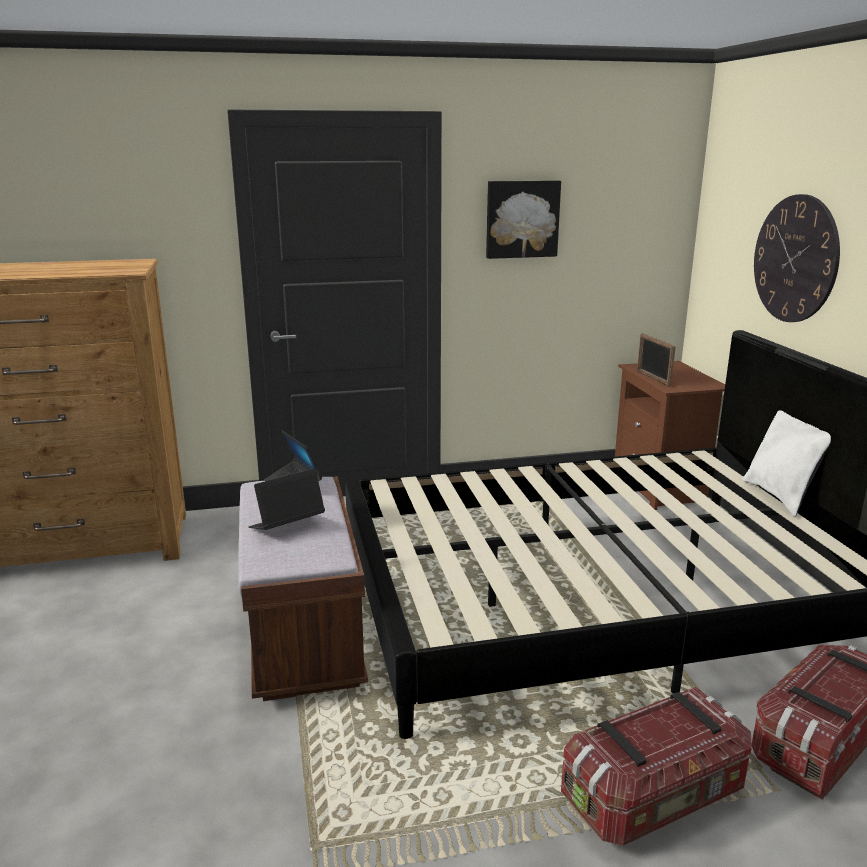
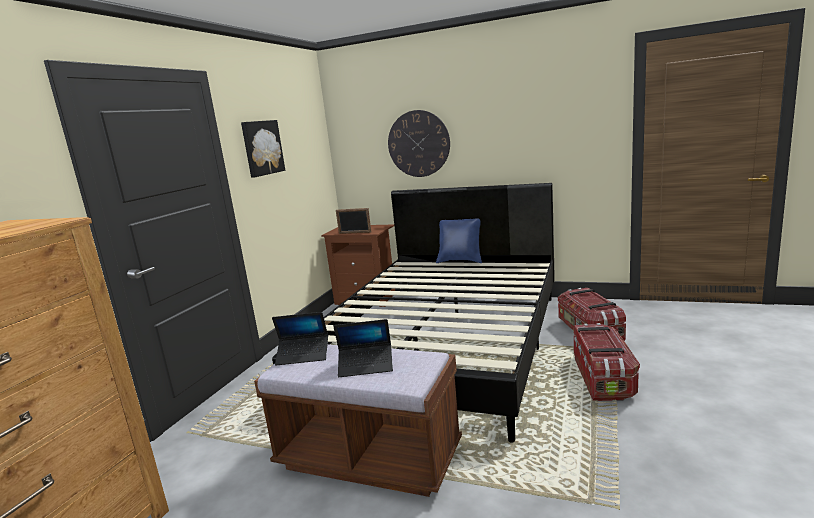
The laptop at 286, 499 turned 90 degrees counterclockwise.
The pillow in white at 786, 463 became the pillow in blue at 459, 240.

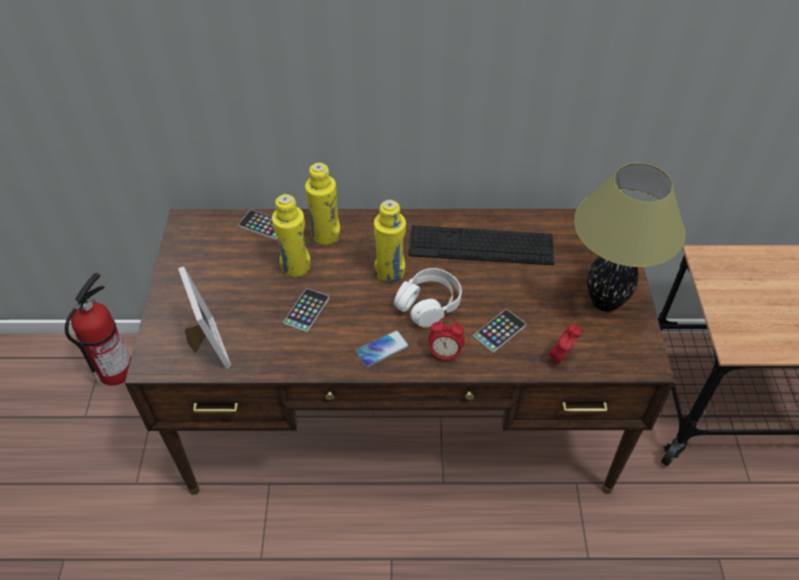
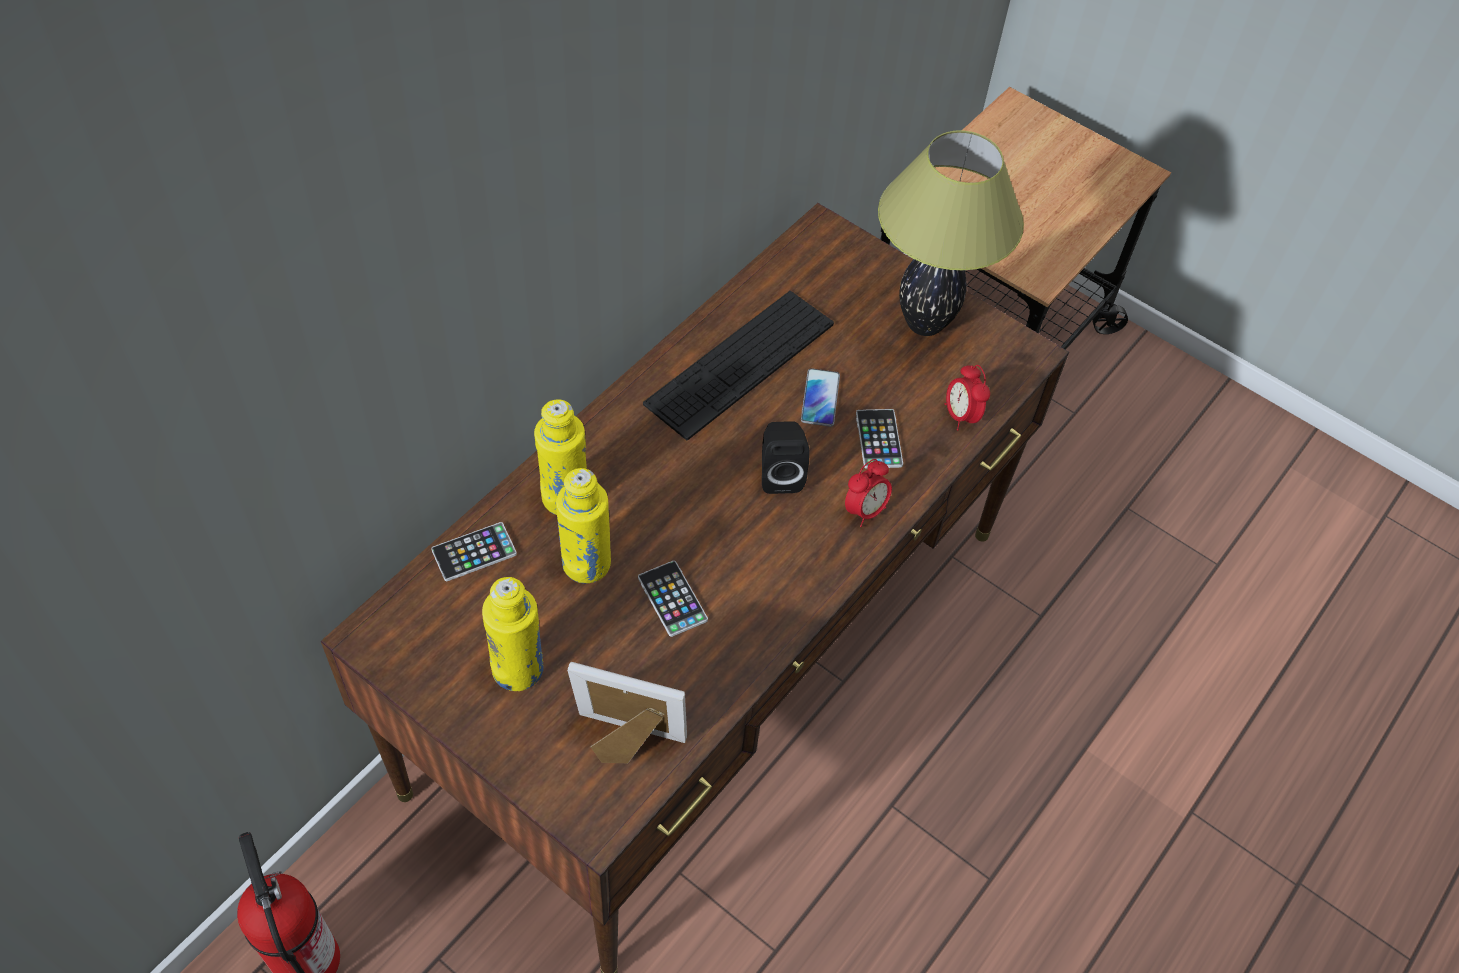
The bottle in yellow moved from 390, 241 to 512, 634.
The headphones in white at 428, 298 was replaced by the speaker in black at 786, 457.
The phone moved from 382, 349 to 820, 397.

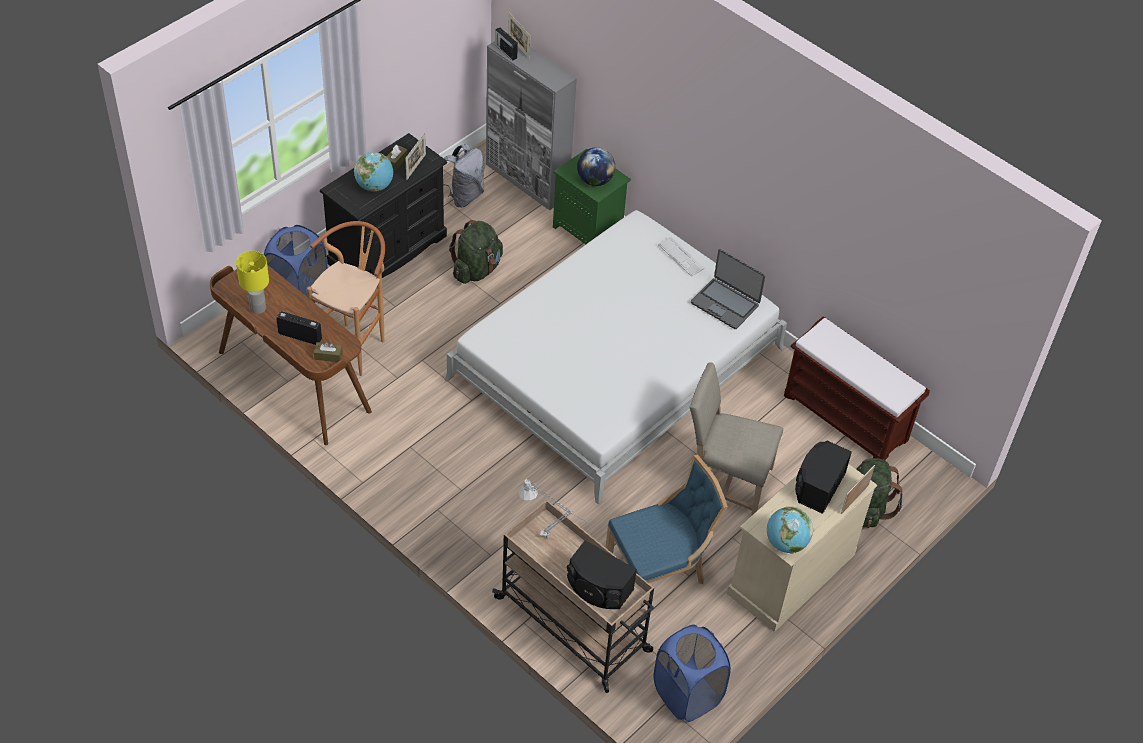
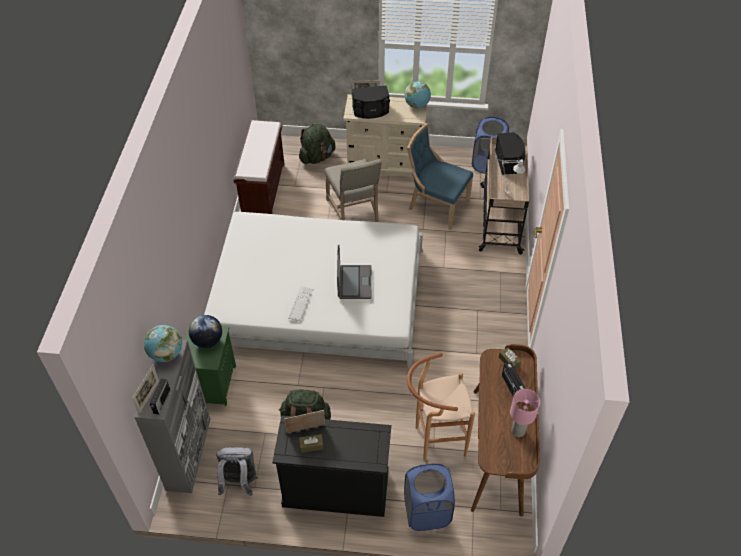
The globe moved from 373, 172 to 163, 343.
The keyboard moved from 681, 257 to 300, 303.
The laptop moved from 728, 289 to 354, 272.
The table lamp in yellow at 252, 282 became the table lamp in pink at 525, 413.

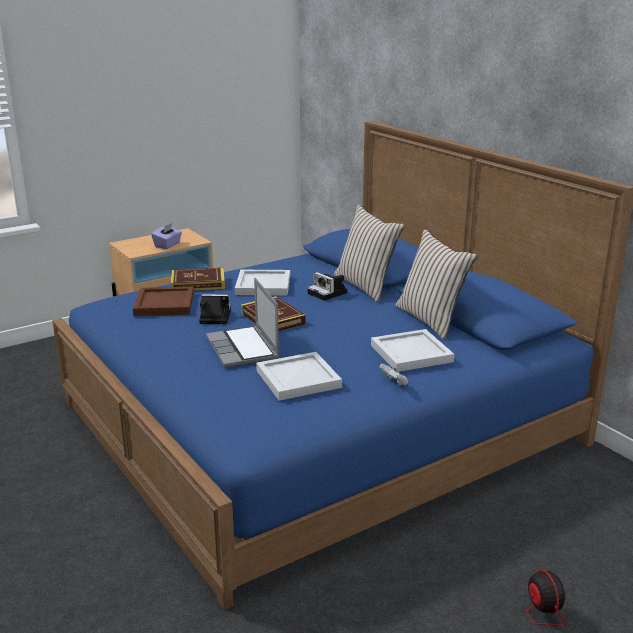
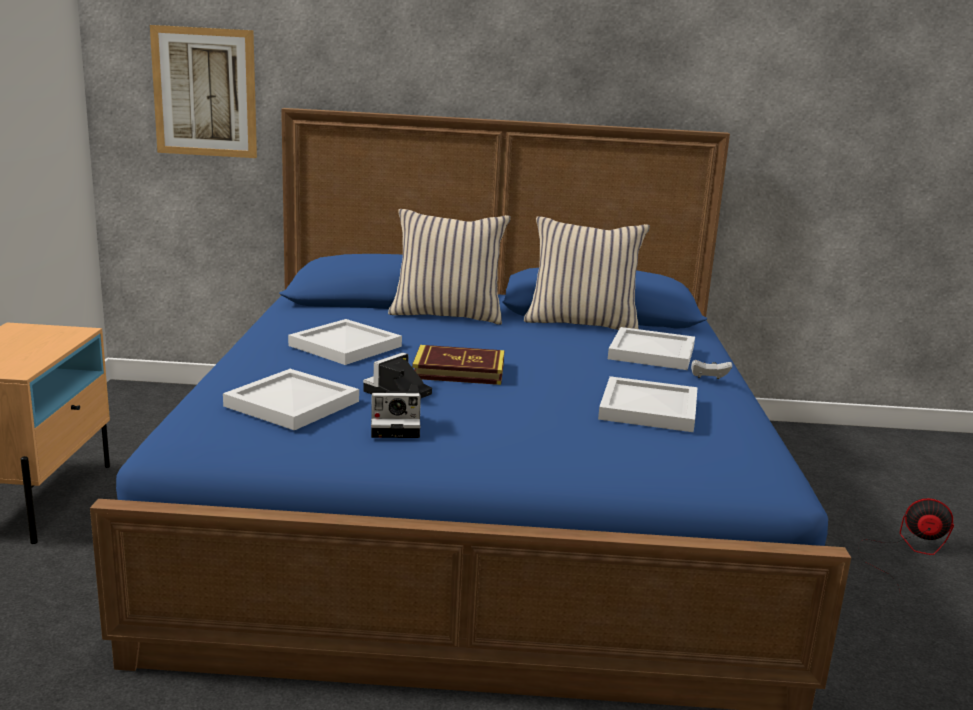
The picture at 203, 91 appeared.
The tray in brown at 163, 301 became the tray in white at 291, 399.
The photo camera moved from 328, 286 to 396, 411.
The tissue box in purple at 166, 236 disappeared.
The book at 198, 279 disappeared.
The laptop at 242, 323 disappeared.

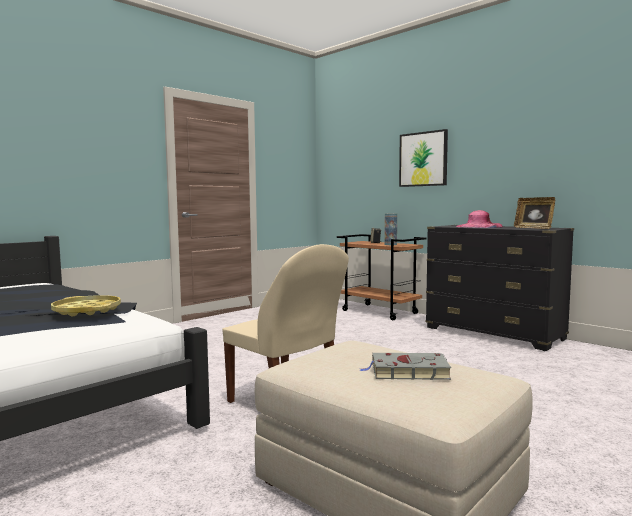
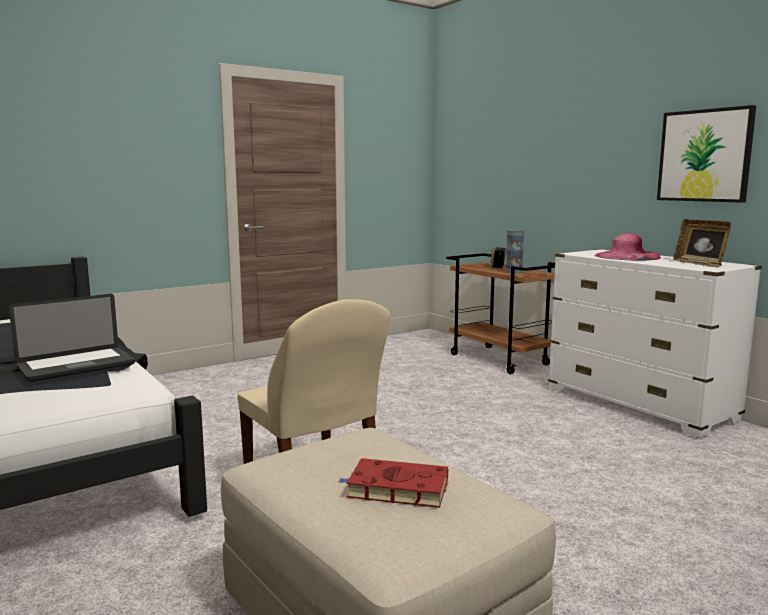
The tray in yellow at 86, 305 was replaced by the laptop at 72, 338.
The book in grey at 405, 366 became the book in red at 393, 483.
The dresser in black at 500, 288 became the dresser in white at 655, 343.
The picture moved from 423, 158 to 706, 154.

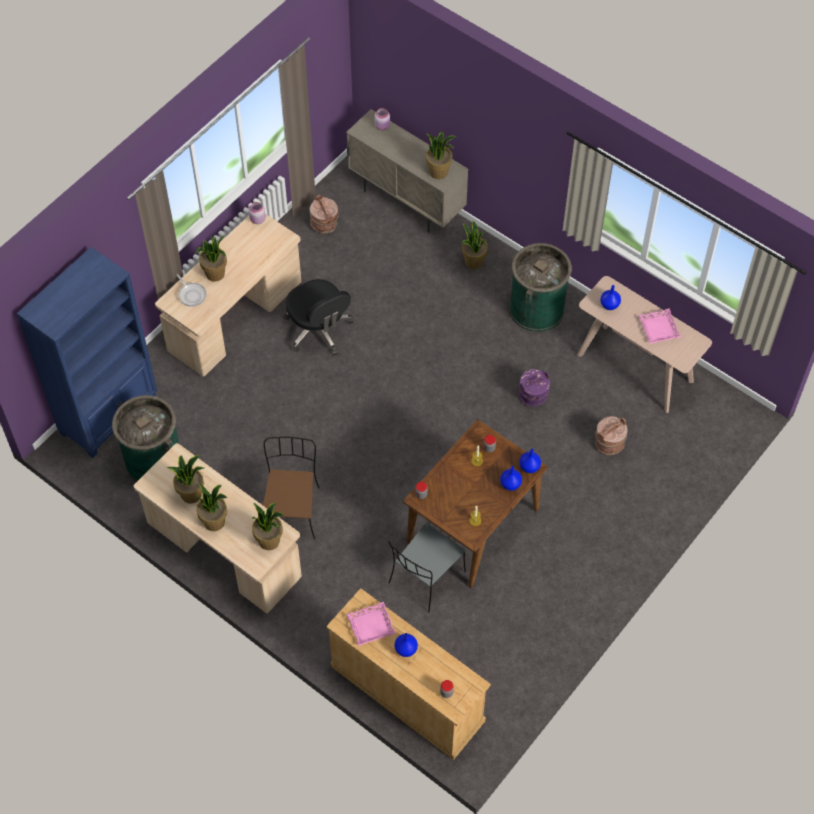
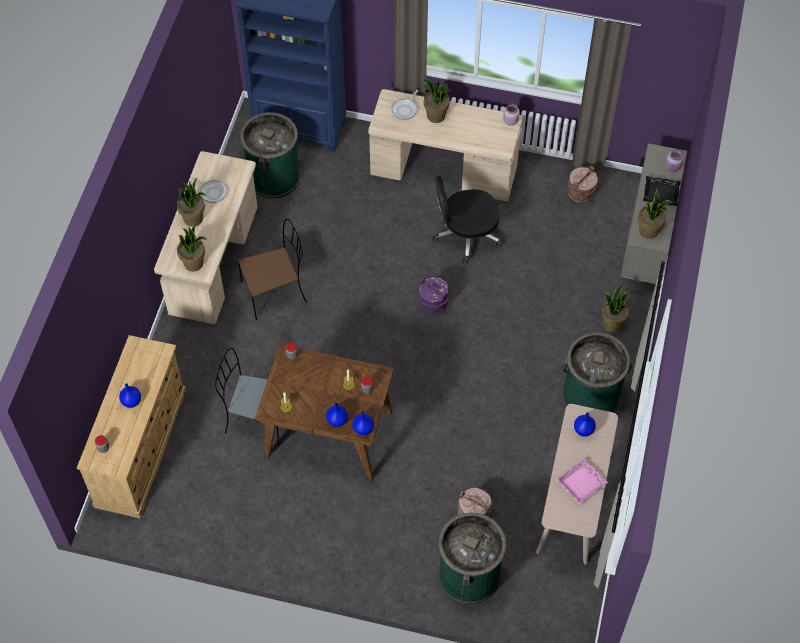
The potted plant at 185, 479 was replaced by the frying pan at 208, 191.
The bucket in purple moved from 534, 387 to 433, 295.
The office chair in black at 318, 317 turned 45 degrees clockwise.
The trash can in green at 472, 558 appeared.
The tray in black at 662, 191 appeared.
The tray in pink at 371, 624 disappeared.

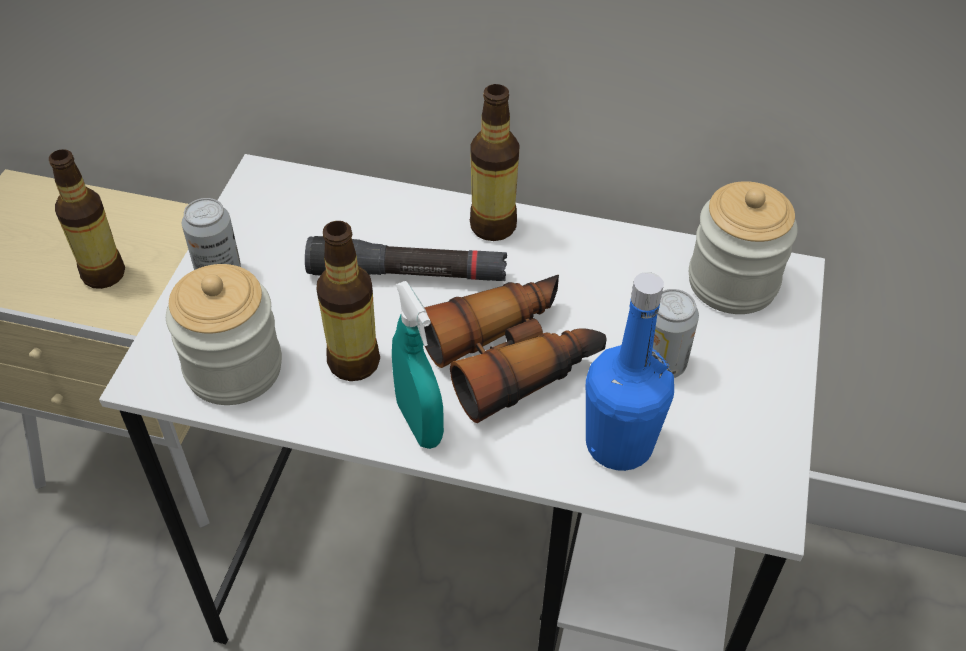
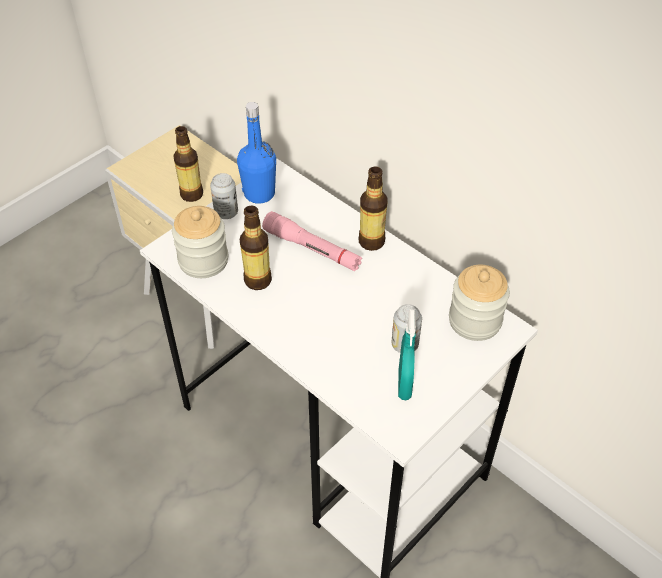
The bottle in blue moved from 630, 371 to 256, 153.
The flashlight in black at 406, 258 became the flashlight in pink at 312, 241.
The spray bottle in turquoise moved from 418, 365 to 407, 354.
The binoculars at 515, 349 disappeared.

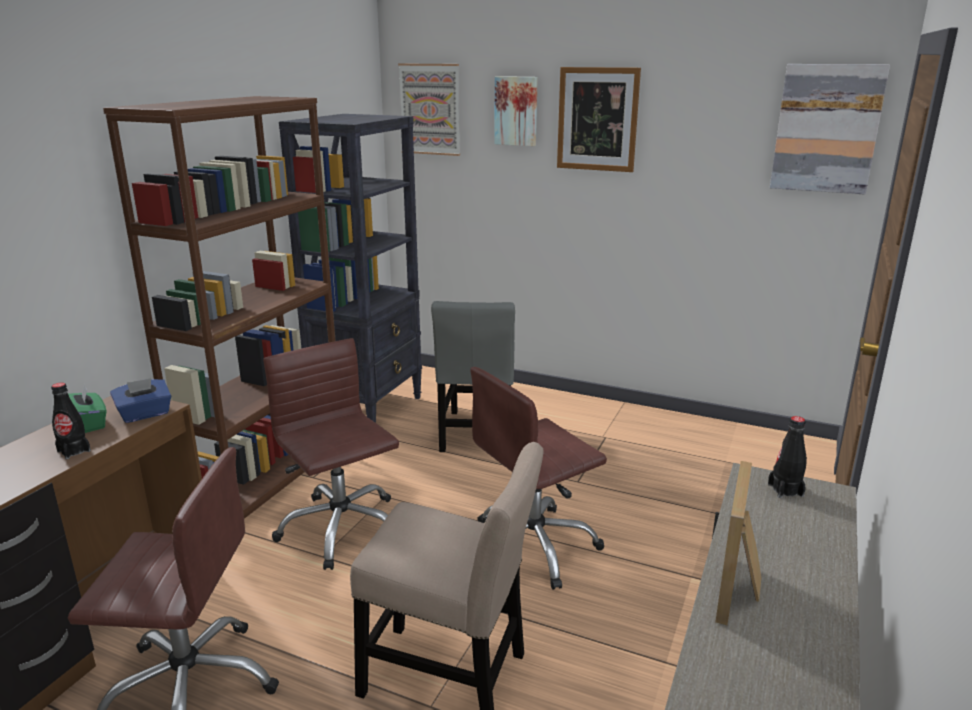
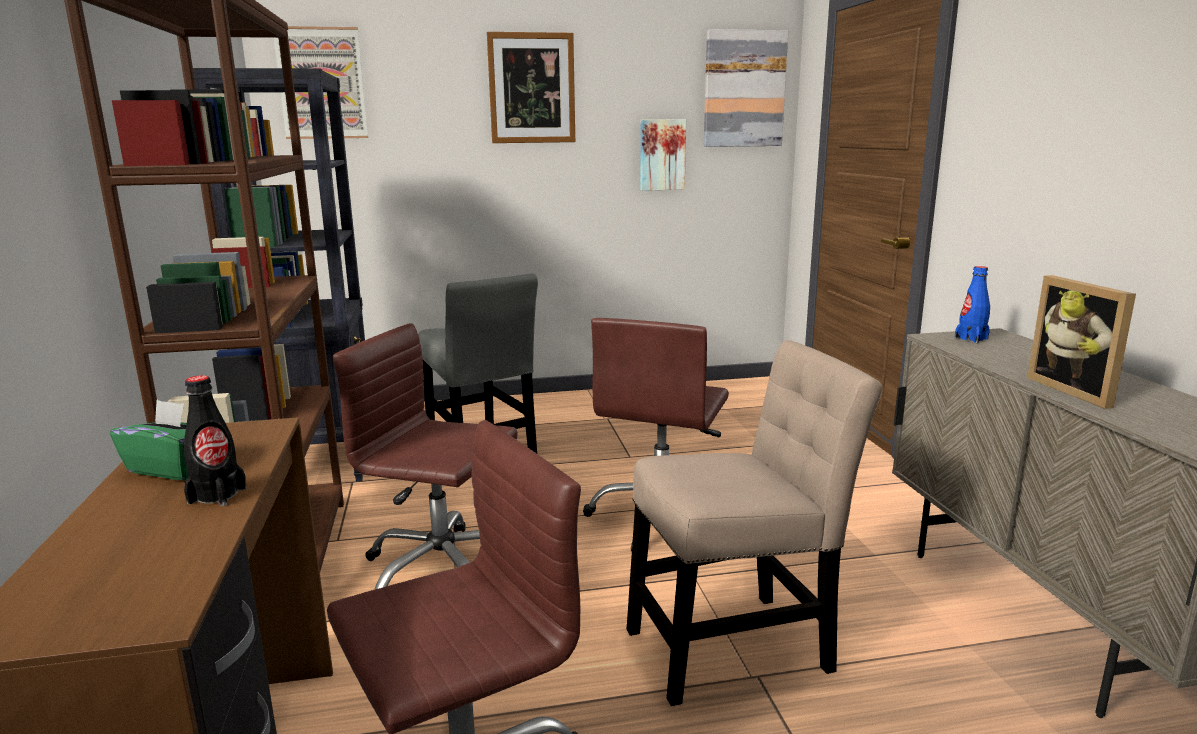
The picture moved from 516, 111 to 663, 155.
The bottle in black at 787, 457 became the bottle in blue at 972, 304.
The tissue box in blue at 140, 400 disappeared.

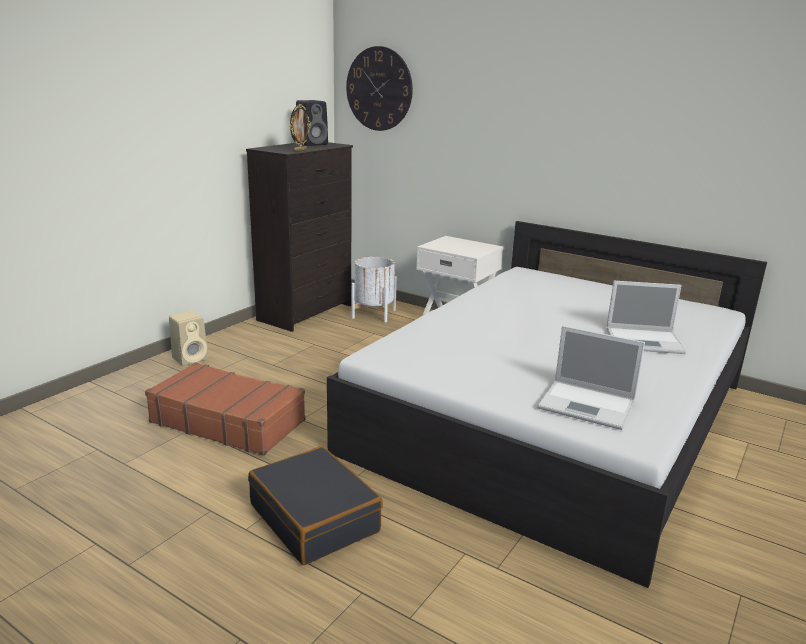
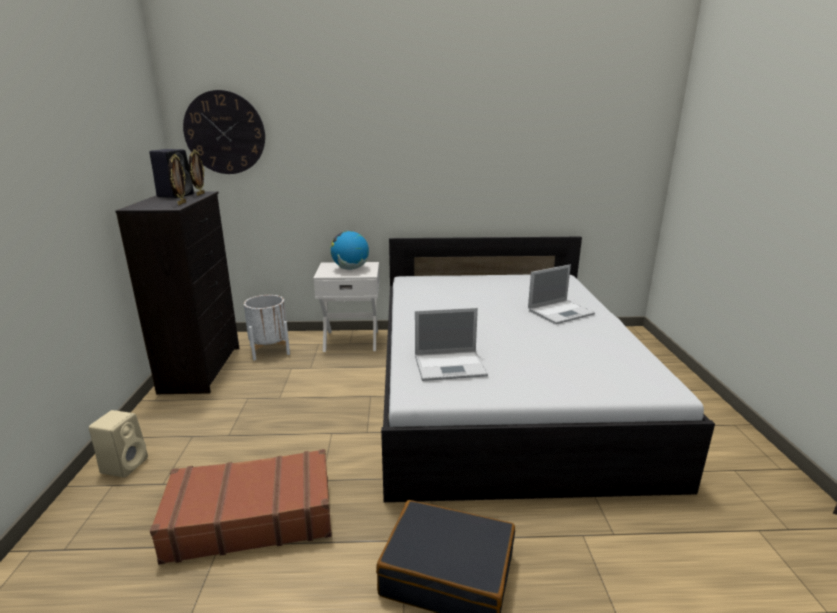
The picture frame at 197, 172 appeared.
The globe at 350, 250 appeared.
The laptop moved from 591, 378 to 451, 344.

